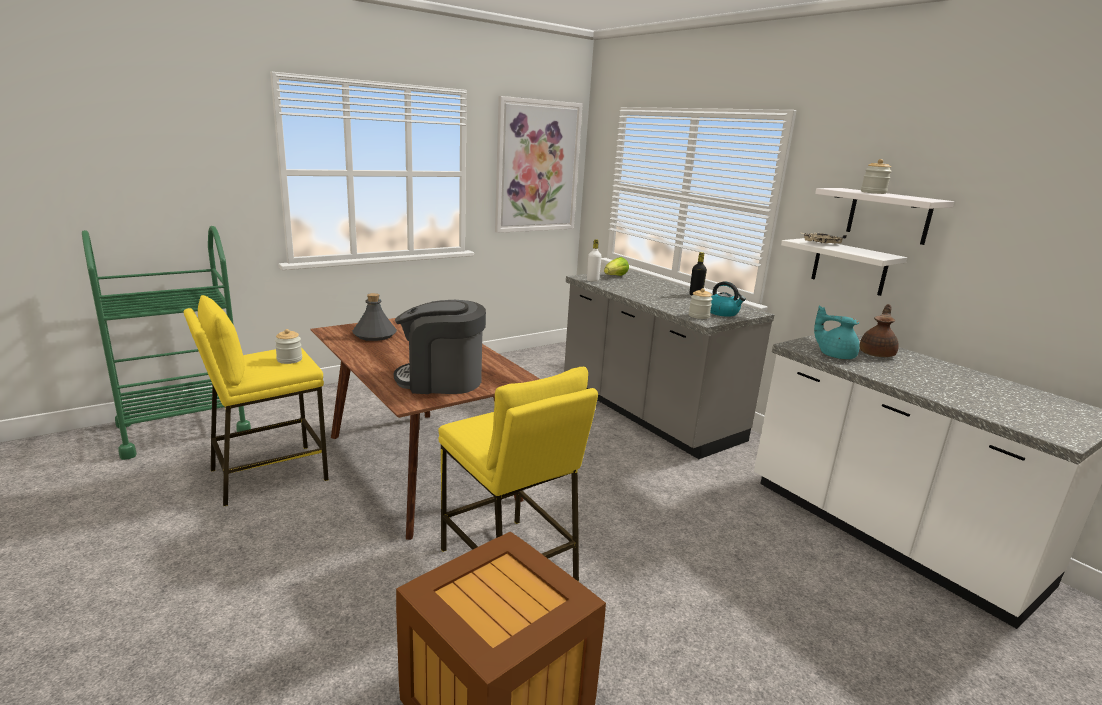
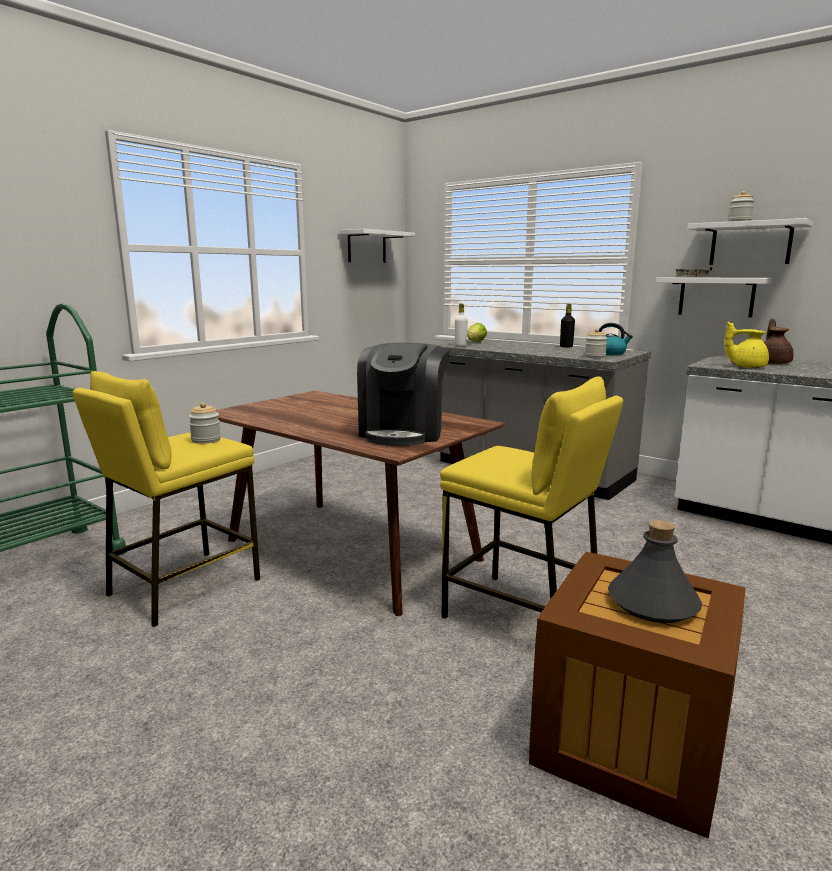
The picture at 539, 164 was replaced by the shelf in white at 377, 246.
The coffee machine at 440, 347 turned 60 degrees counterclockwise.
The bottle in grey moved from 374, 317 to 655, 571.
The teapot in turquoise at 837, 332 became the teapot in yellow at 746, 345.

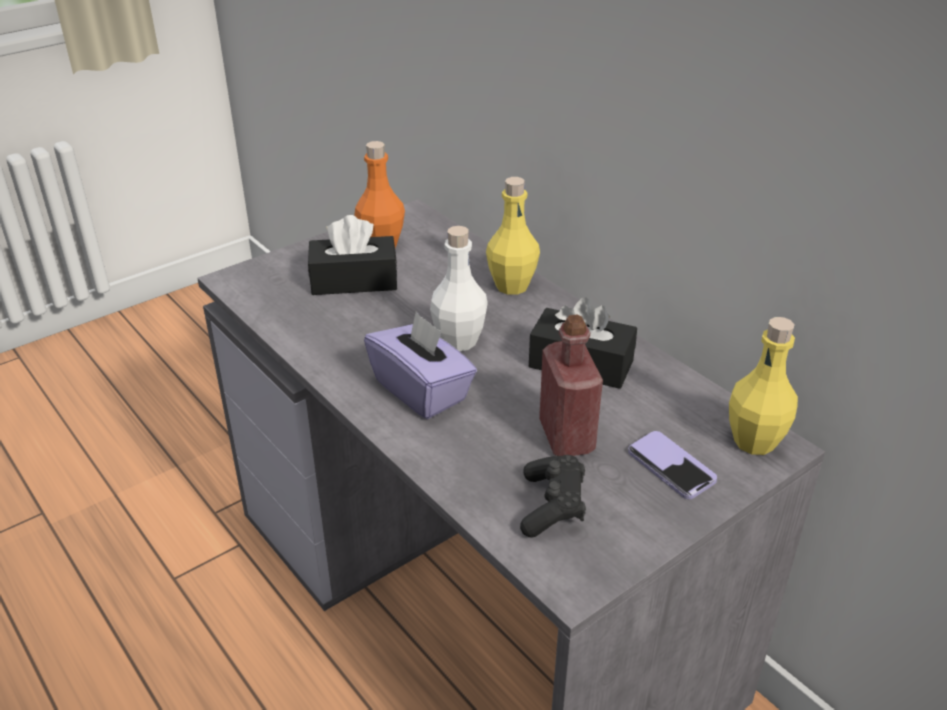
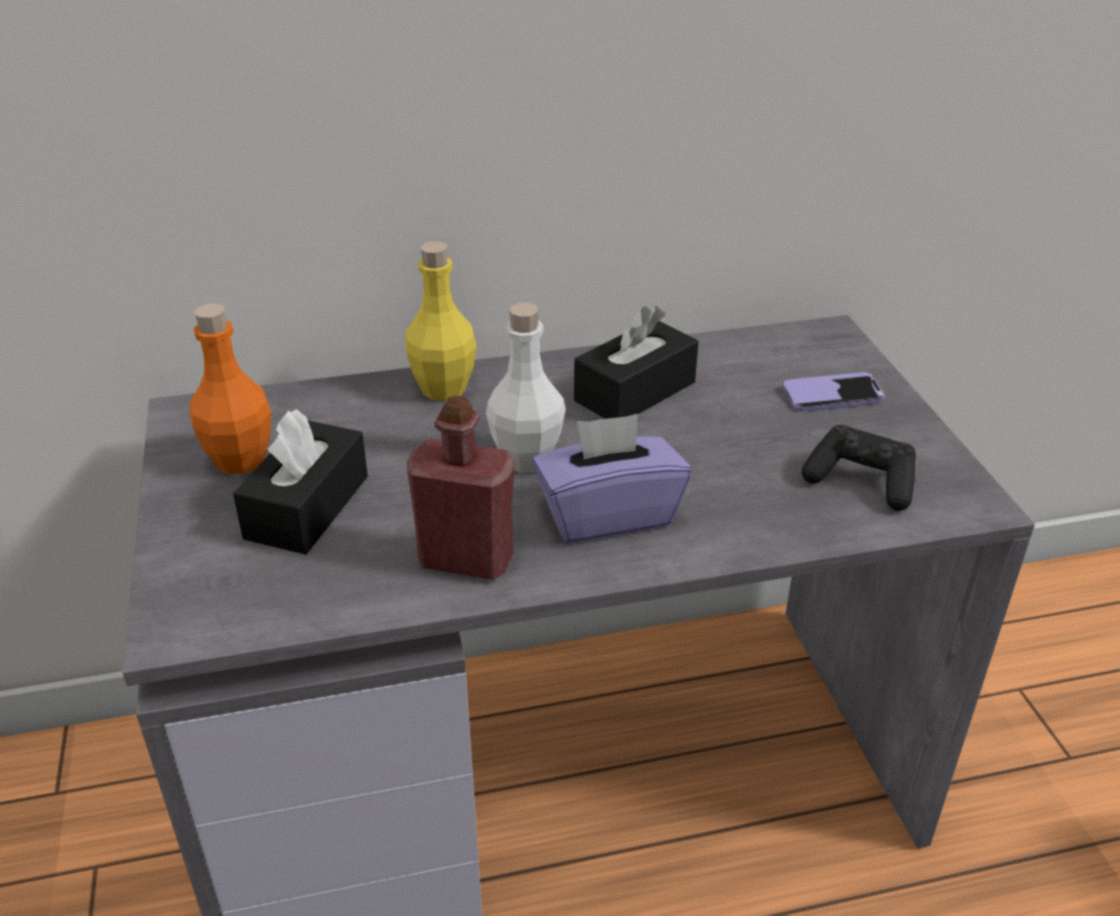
The bottle in red moved from 571, 385 to 460, 488.
The bottle in yellow at 763, 386 disappeared.

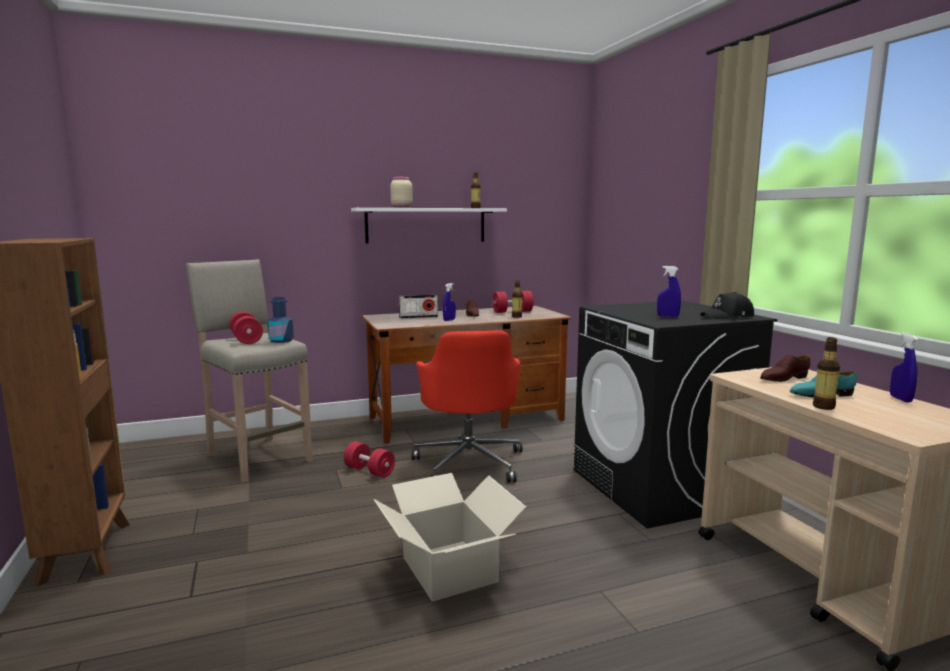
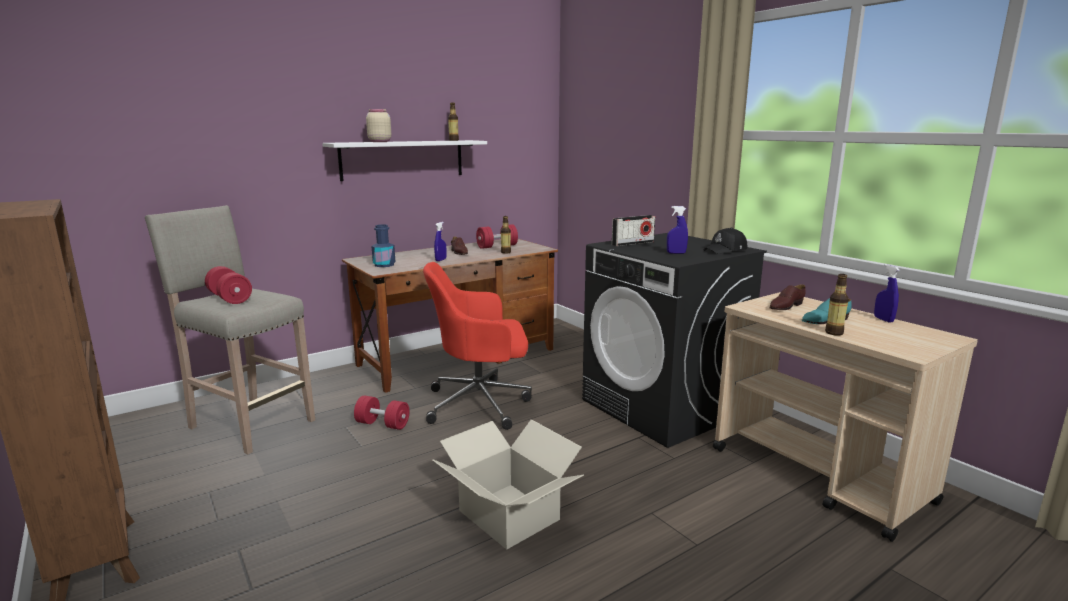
The bottle in blue moved from 281, 320 to 383, 245.
The office chair in red at 467, 406 turned 105 degrees clockwise.
The radio moved from 418, 307 to 633, 230.

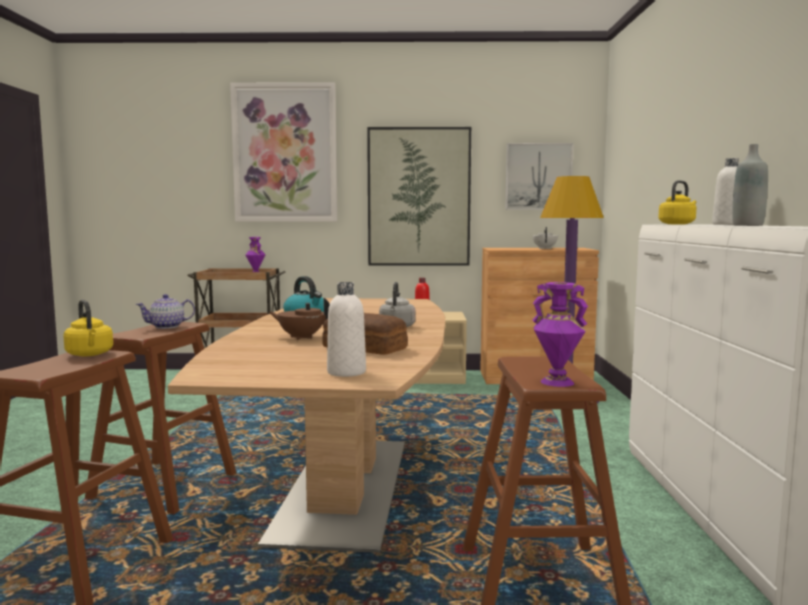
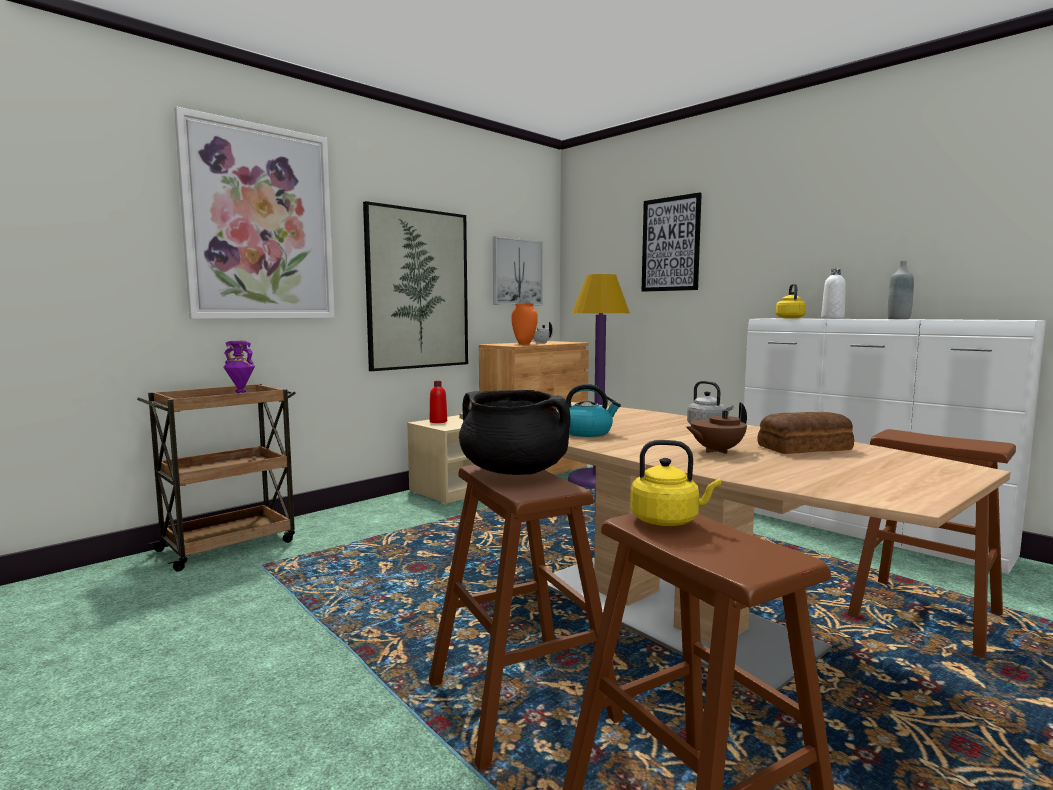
The teapot at 165, 311 was replaced by the cooking pot in black at 514, 432.
The vase in orange at 524, 324 appeared.
The picture at 672, 242 appeared.
The bottle in white at 346, 329 disappeared.
The vase in purple at 560, 334 disappeared.

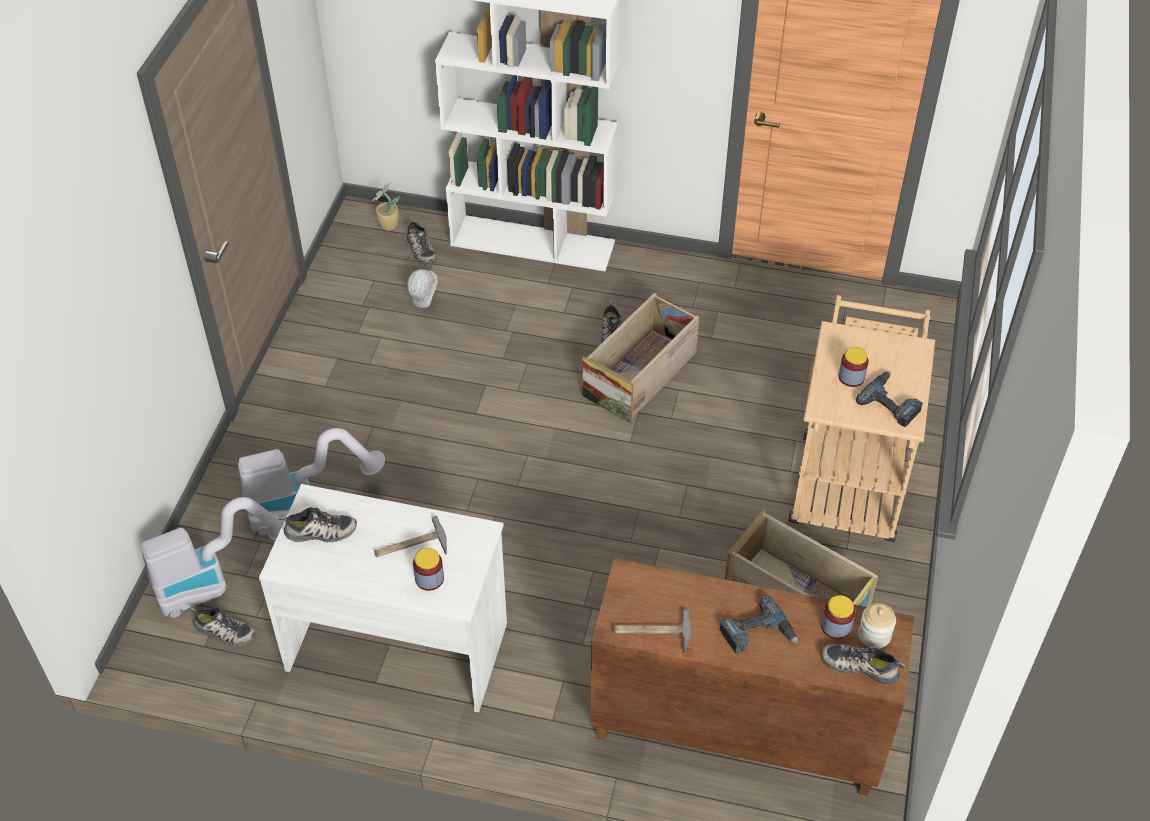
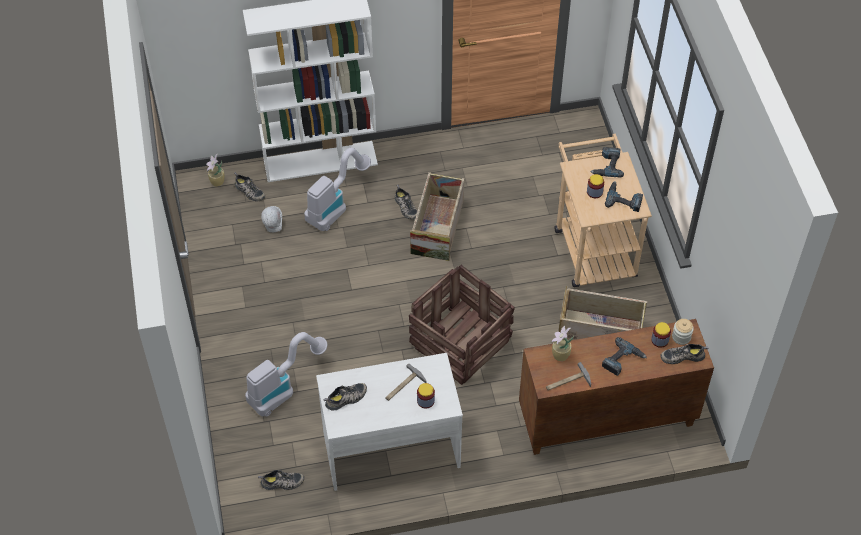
The vacuum cleaner moved from 214, 557 to 337, 189.
The crate at 462, 325 appeared.
The potted plant at 562, 343 appeared.
The power drill at 607, 162 appeared.

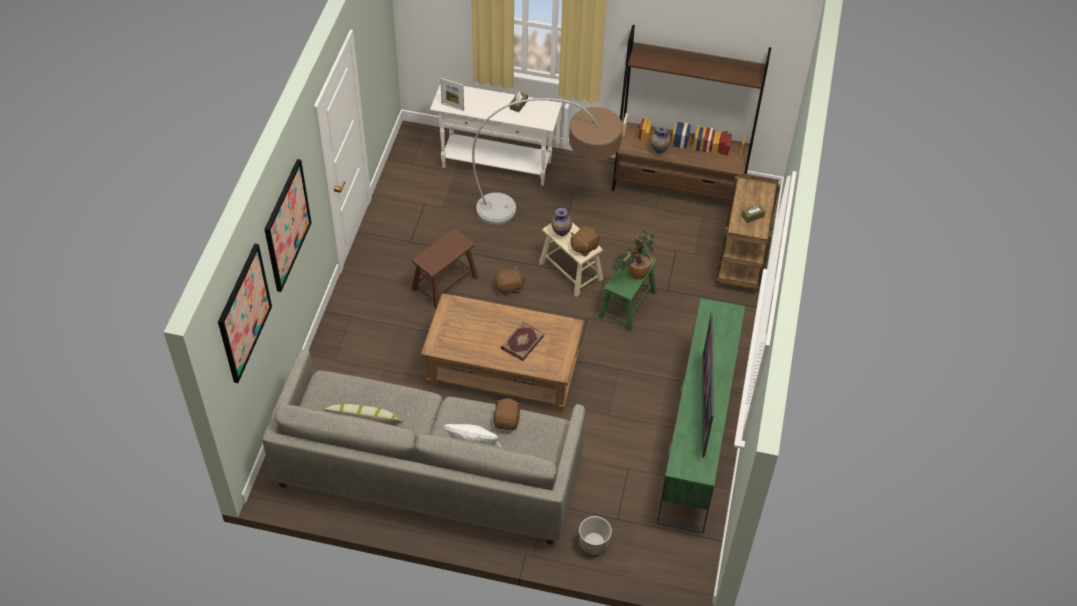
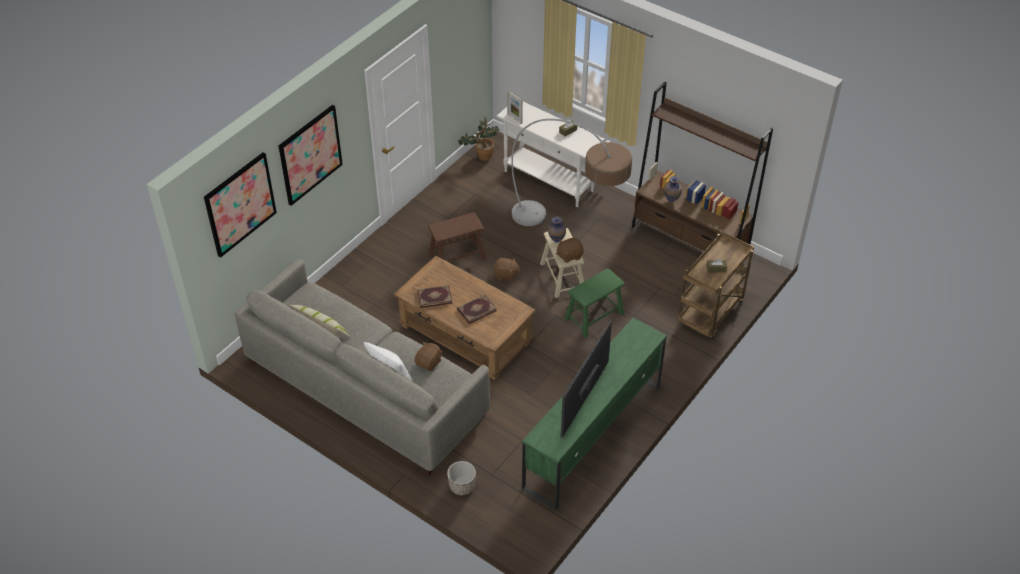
The book at 434, 296 appeared.
The potted plant moved from 633, 253 to 478, 139.

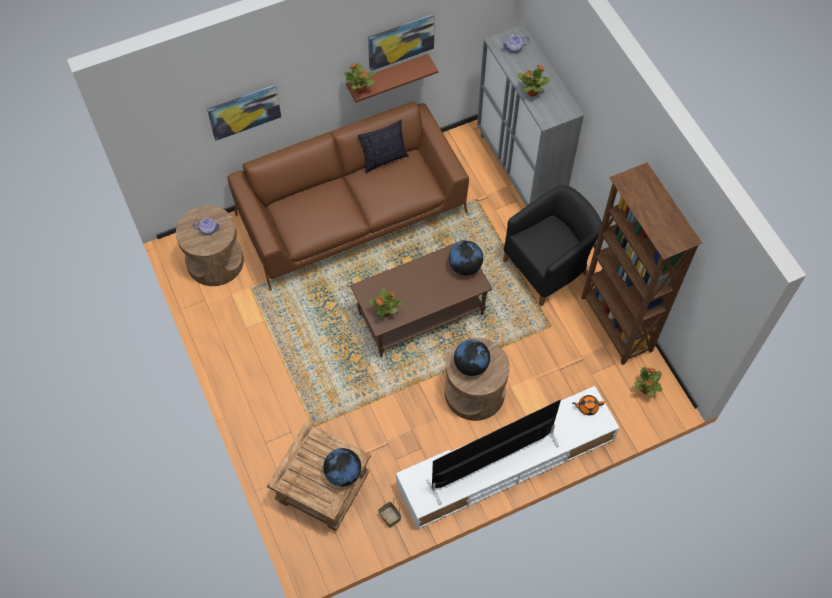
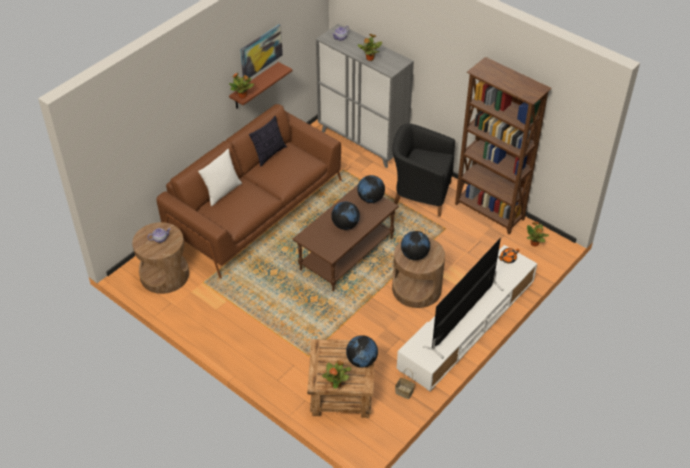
The pillow in white at 220, 177 appeared.
The potted plant moved from 385, 303 to 336, 374.
The globe at 345, 216 appeared.
The armchair in black at 552, 246 turned 105 degrees counterclockwise.
The picture at 244, 113 disappeared.

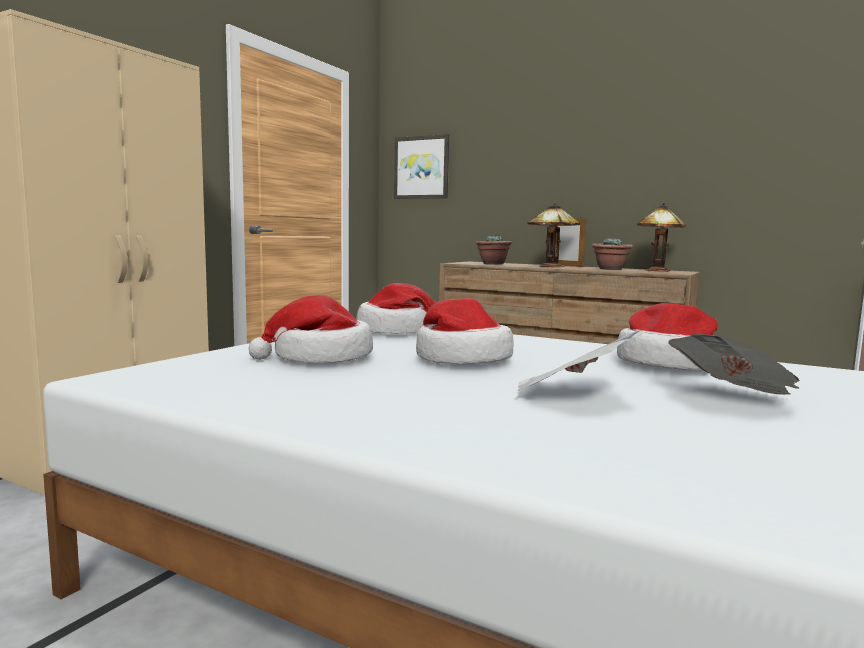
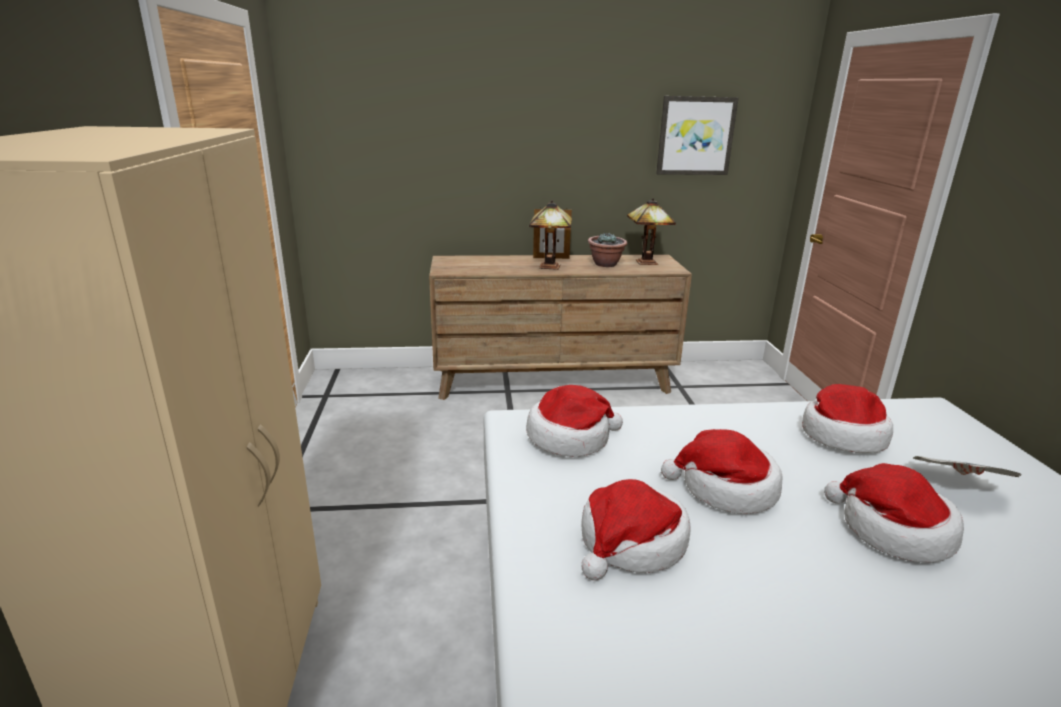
The picture moved from 421, 166 to 697, 135.
The newspaper at 580, 360 was replaced by the hat at 894, 513.
The potted plant at 494, 249 disappeared.

